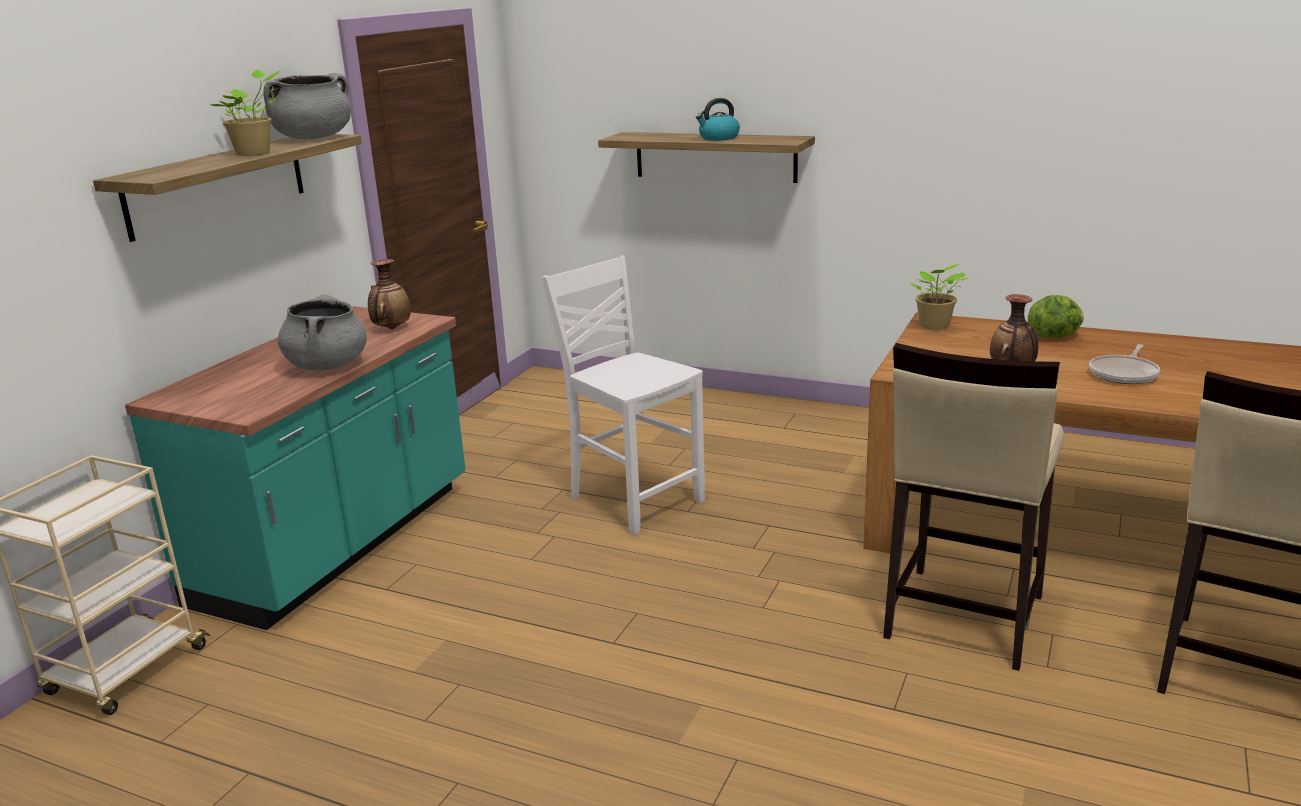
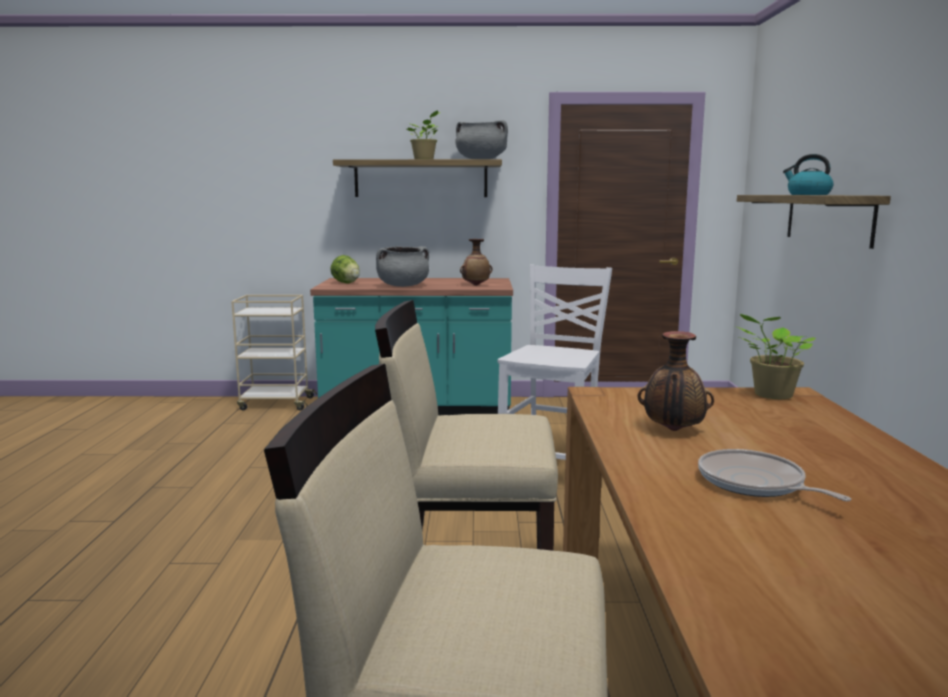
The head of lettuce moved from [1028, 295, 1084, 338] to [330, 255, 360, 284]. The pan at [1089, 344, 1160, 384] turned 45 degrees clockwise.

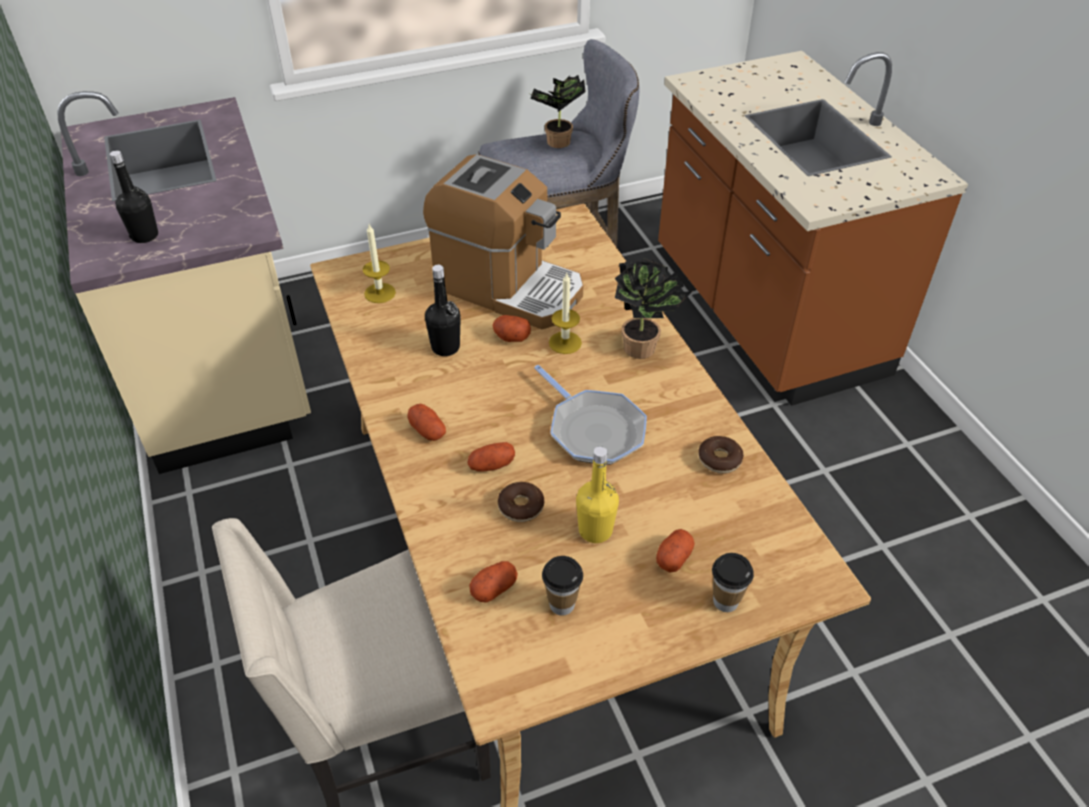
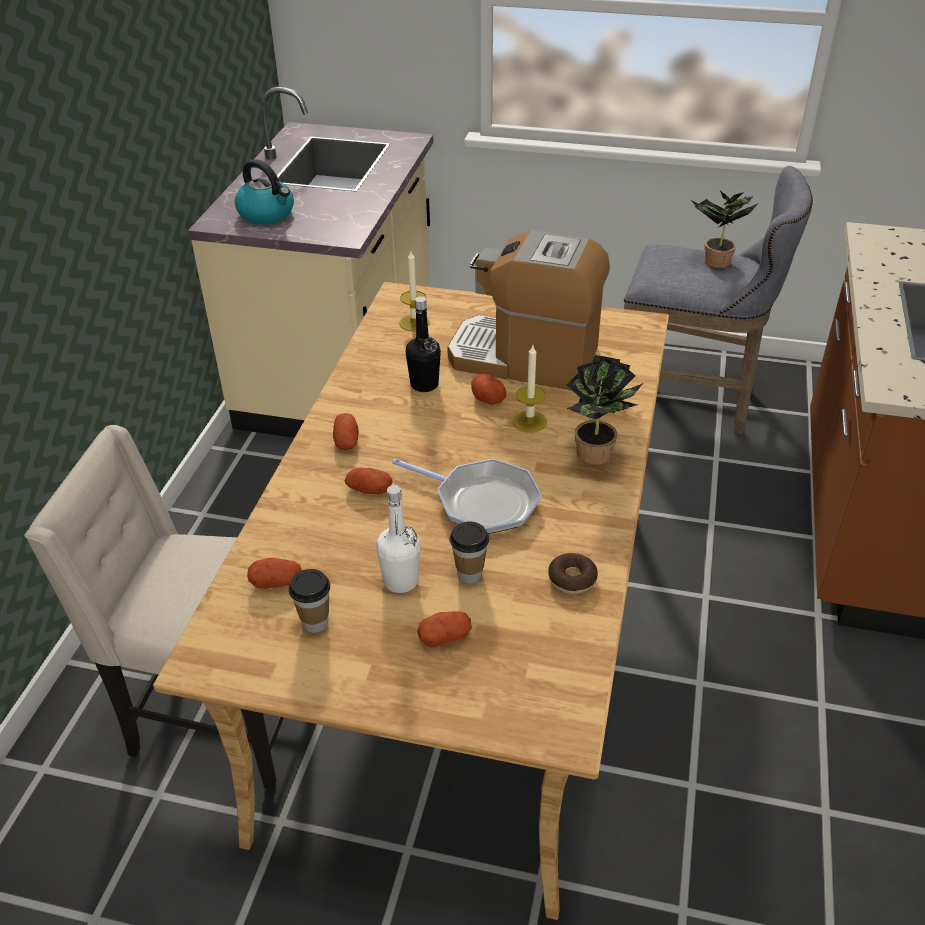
The bottle (blackish) at [110, 150, 158, 243] was replaced by the kettle at [235, 159, 294, 224]. The coffee machine at [423, 154, 583, 329] turned 135 degrees clockwise. The pan at [534, 365, 647, 465] turned 60 degrees counterclockwise. The bottle (yellow-coloured) at [576, 446, 619, 543] became the bottle (white-coloured) at [376, 485, 420, 593]. The ring doughnut at [498, 482, 545, 522] disappeared. The cup moved from [712, 553, 754, 612] to [450, 521, 489, 583].

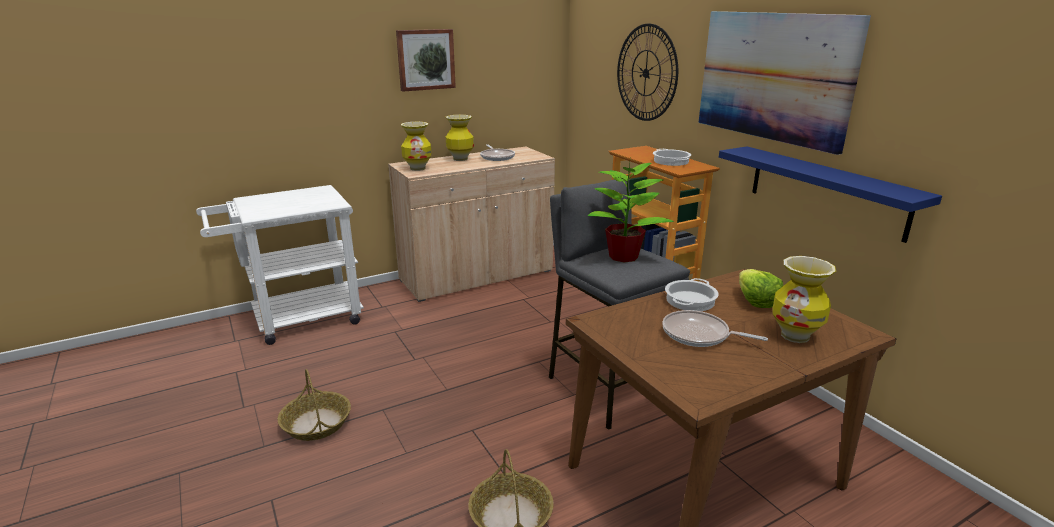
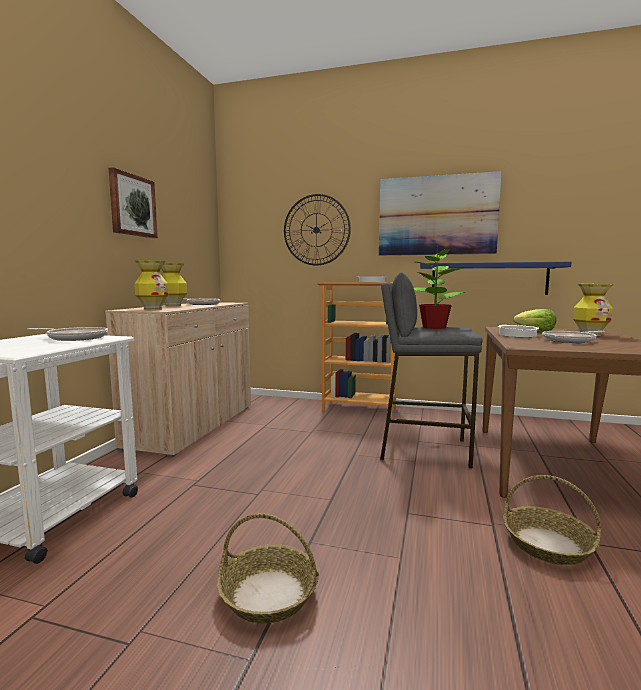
The pan at [27, 327, 108, 341] appeared.

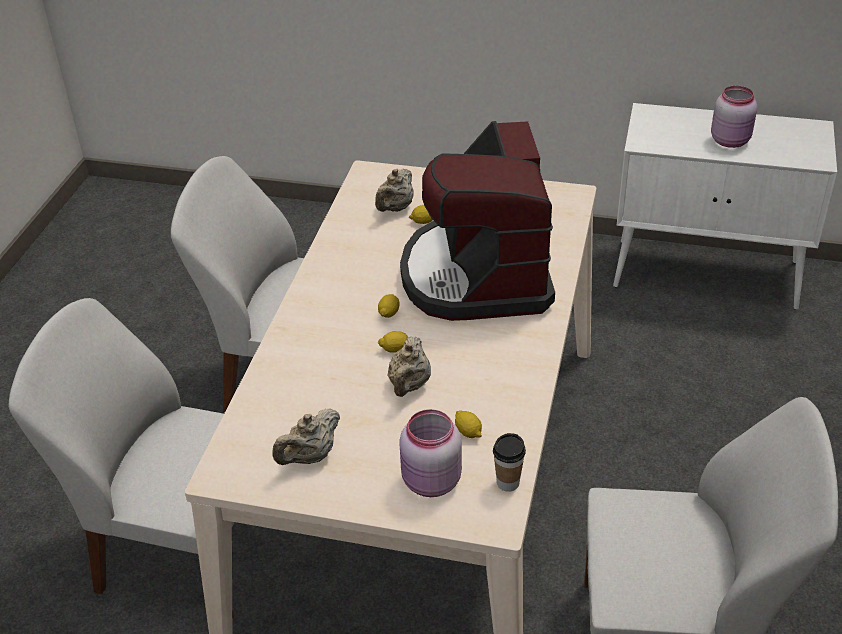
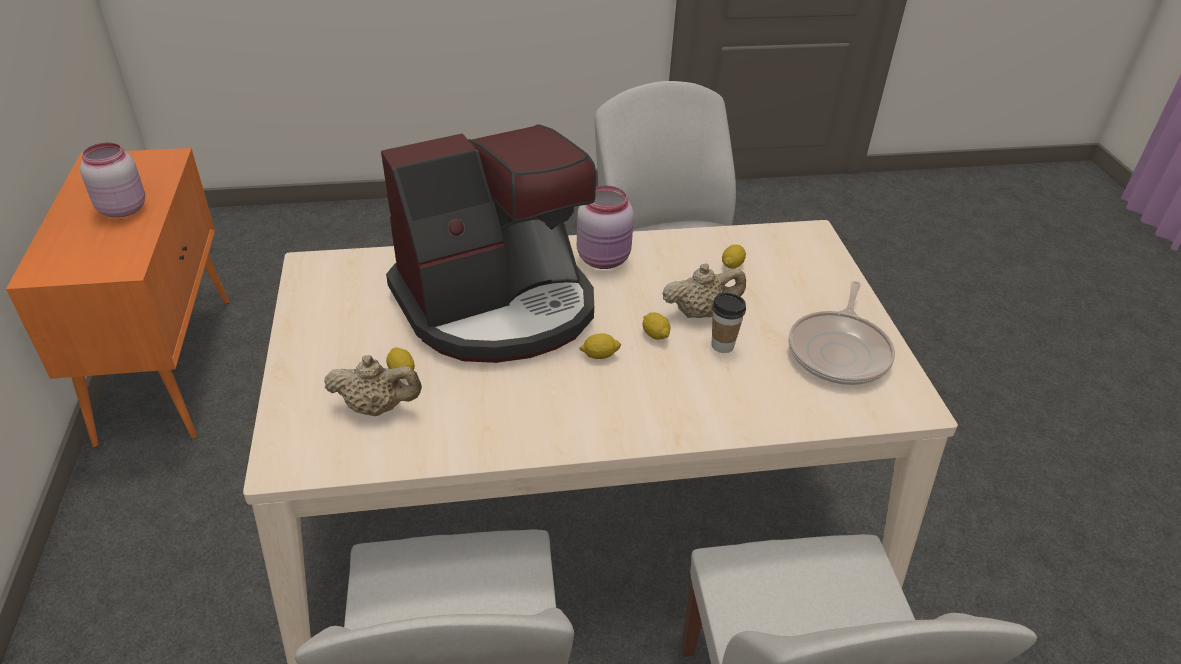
The cabinet (white-coloured) at [613, 103, 837, 310] became the cabinet (orange) at [6, 148, 229, 447]. The pot for tea (beige) at [272, 408, 340, 465] was replaced by the pan at [788, 281, 895, 385]. The preserve jar (pinkish) moved from [399, 409, 462, 497] to [577, 185, 634, 269]. The cup moved from [493, 433, 526, 492] to [712, 292, 746, 353].

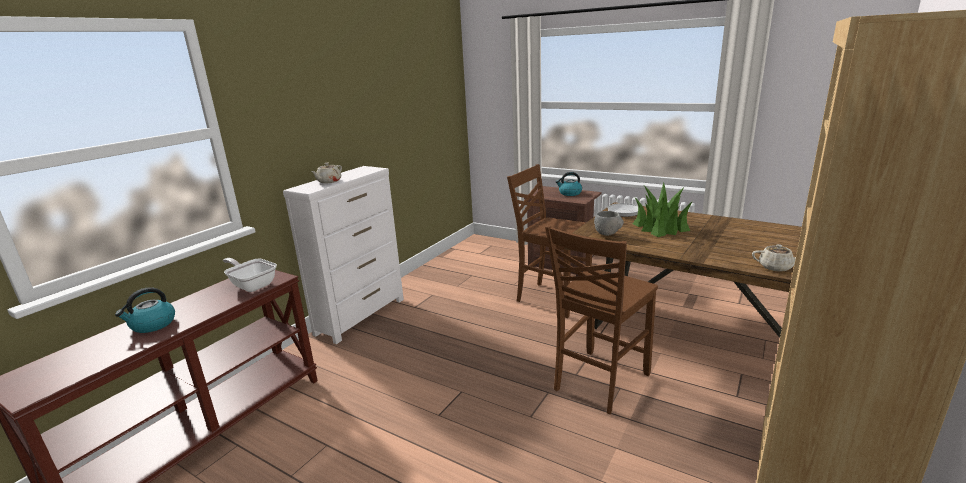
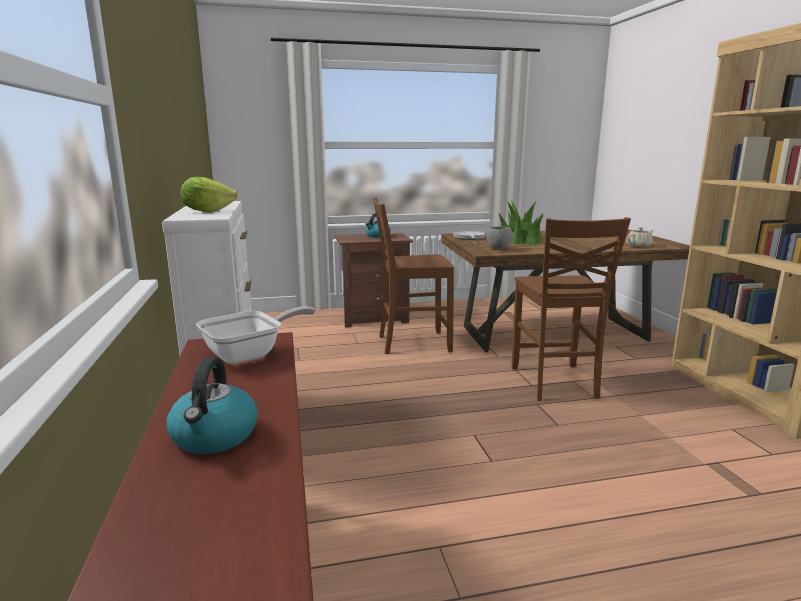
The pot for tea (beige) at [311, 163, 342, 183] was replaced by the head of lettuce at [180, 177, 238, 212]. The pan at [223, 258, 277, 292] turned 150 degrees clockwise.

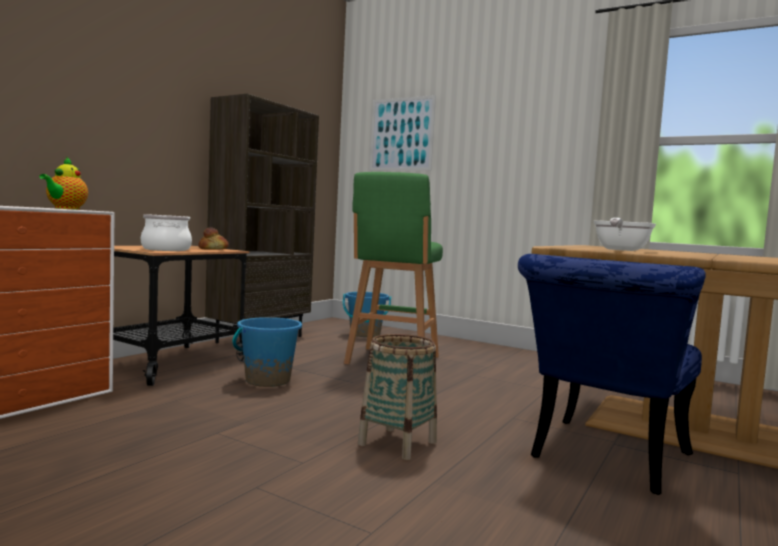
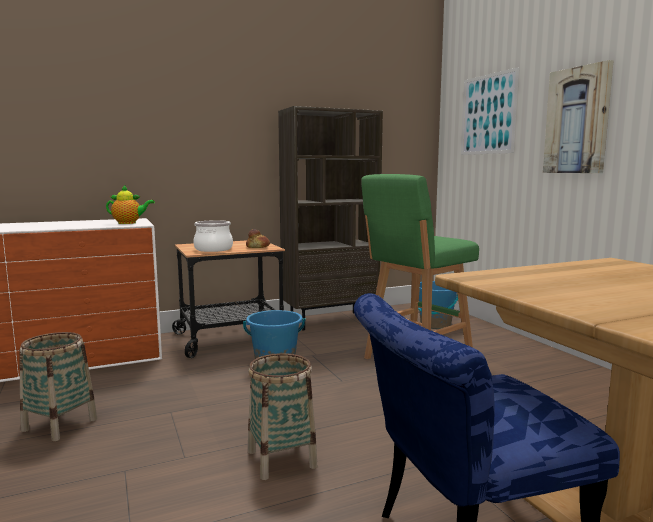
The pot for tea at [39, 156, 88, 210] turned 135 degrees counterclockwise. The pan at [594, 218, 656, 251] disappeared. The wall art at [543, 60, 613, 173] appeared. The storage basket at [19, 332, 97, 441] appeared.

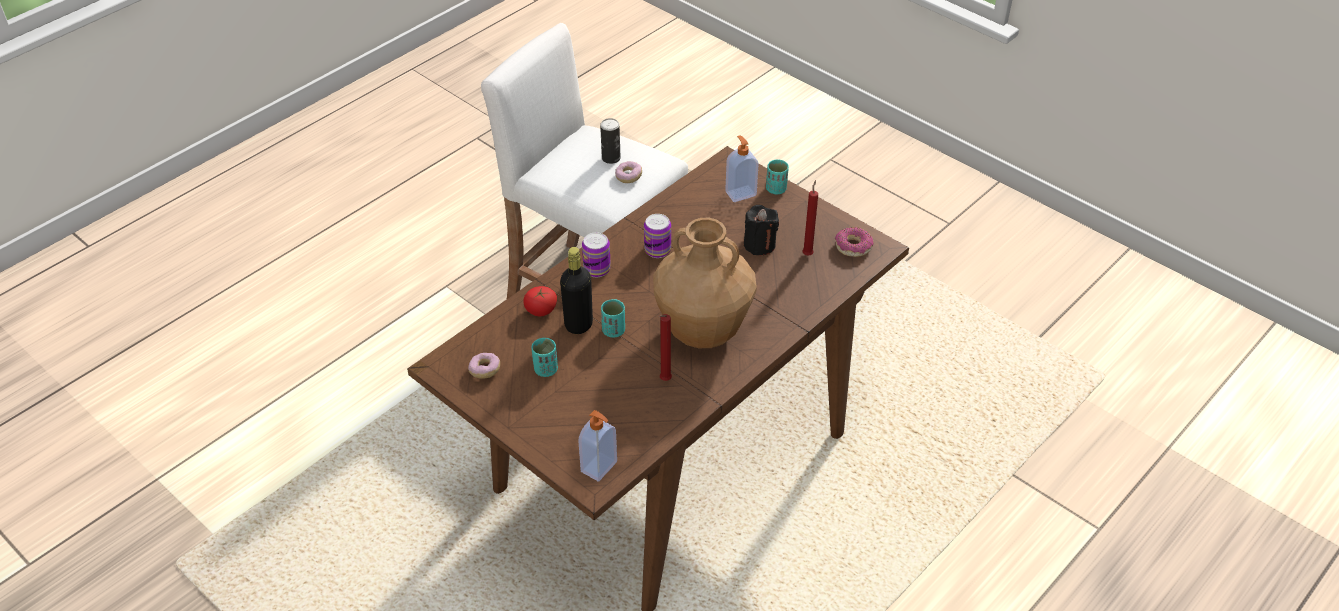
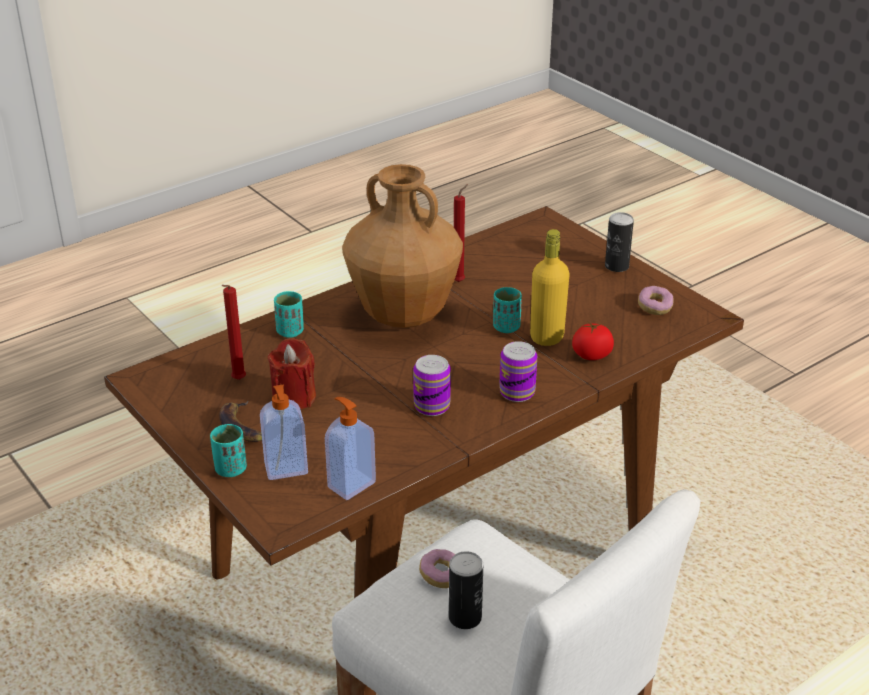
The candle (blackish) at [744, 205, 779, 255] became the candle (red-coloured) at [268, 338, 316, 410]. The ring doughnut at [835, 227, 874, 257] disappeared. The bottle (blackish) at [560, 247, 593, 334] became the bottle (yellow-coloured) at [530, 229, 569, 346]. The cup (blue-green) moved from [531, 338, 558, 377] to [274, 291, 304, 338]. The soap bottle moved from [578, 410, 617, 482] to [325, 397, 376, 500]. The metal can at [605, 212, 634, 272] appeared. The banana at [219, 401, 262, 442] appeared.

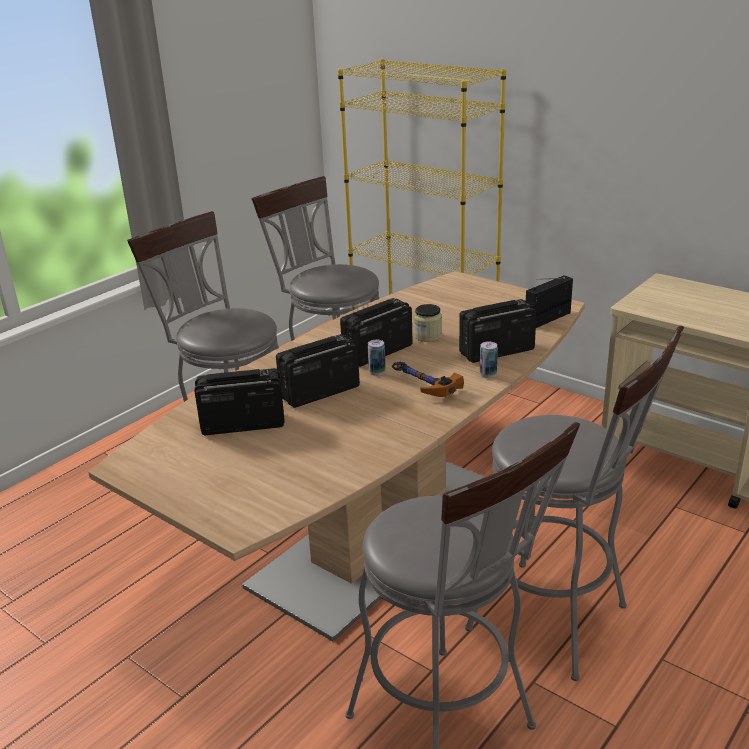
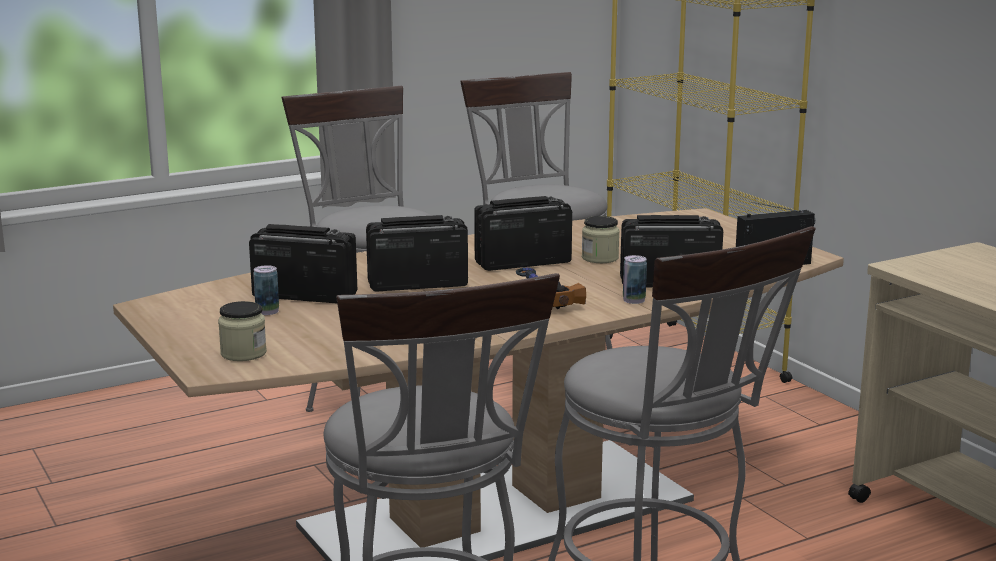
The metal can moved from [368, 340, 386, 376] to [253, 265, 279, 315]. The preserve jar at [218, 301, 267, 361] appeared.

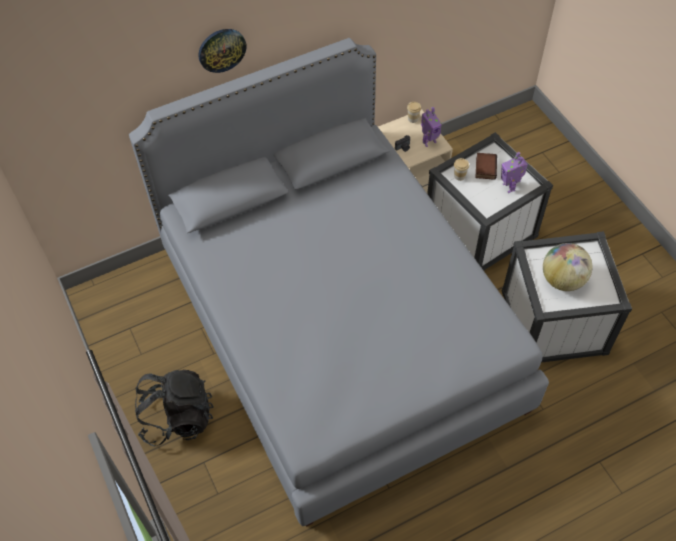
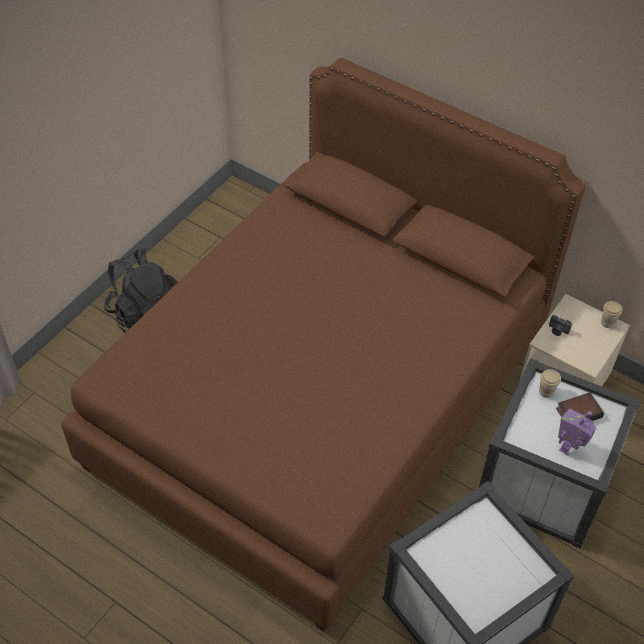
The wall clock at [198, 29, 246, 73] disappeared. The bed (greyish) at [129, 38, 549, 527] became the bed (brownish) at [61, 58, 585, 632]. The robot figure at [421, 107, 442, 147] disappeared. The globe at [543, 243, 593, 291] disappeared.

